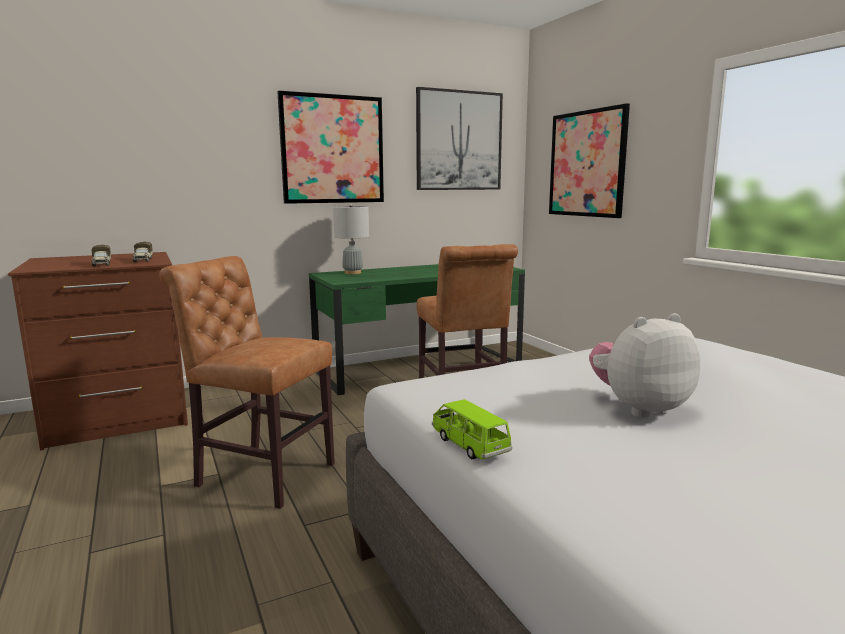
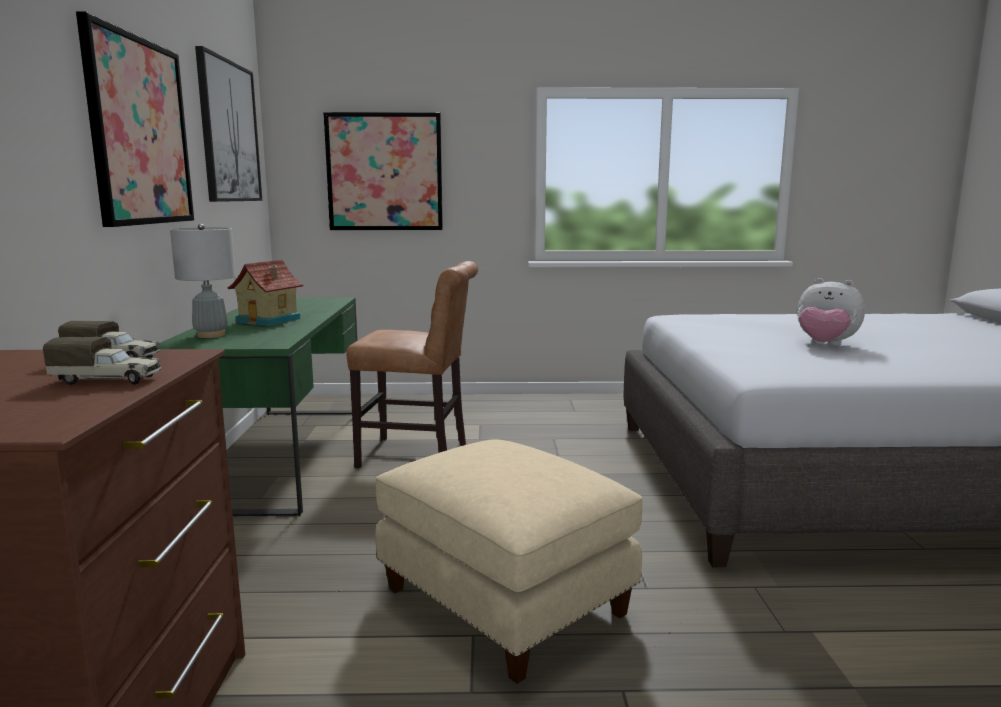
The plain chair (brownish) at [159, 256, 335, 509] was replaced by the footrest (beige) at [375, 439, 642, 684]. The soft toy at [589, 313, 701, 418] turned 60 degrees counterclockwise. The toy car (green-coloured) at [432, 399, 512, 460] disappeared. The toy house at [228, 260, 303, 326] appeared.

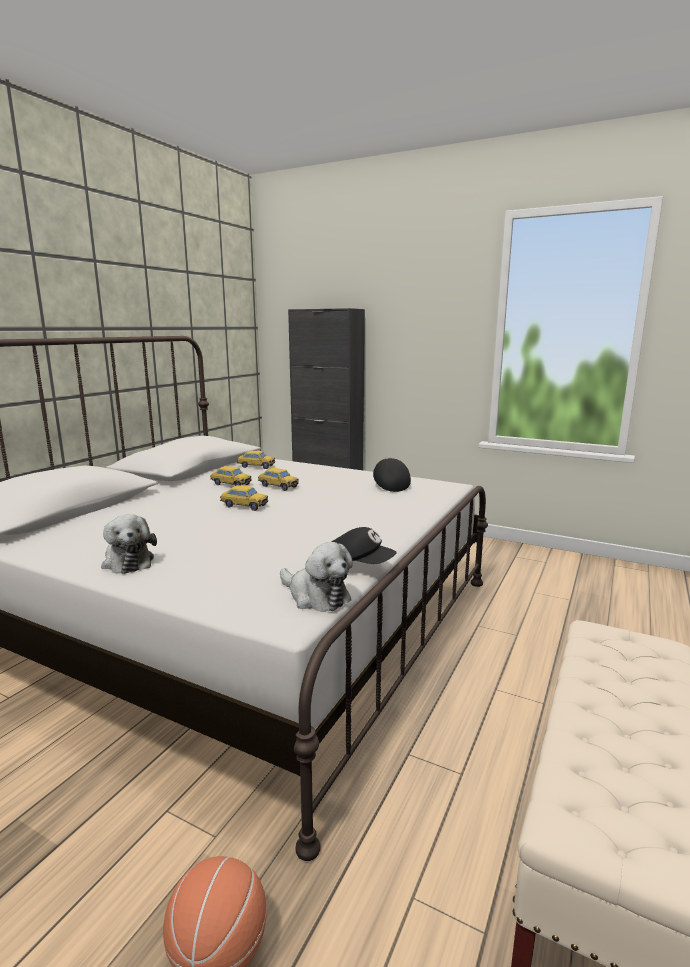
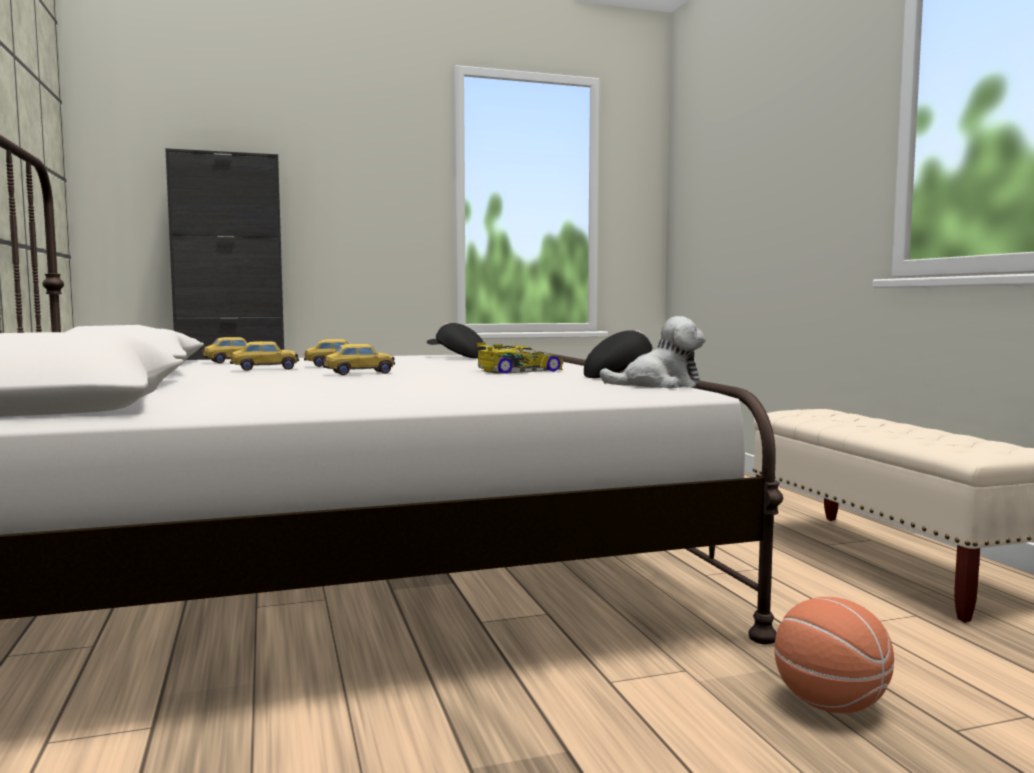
The soft toy at [101, 514, 157, 574] disappeared. The toy car at [477, 342, 563, 374] appeared.

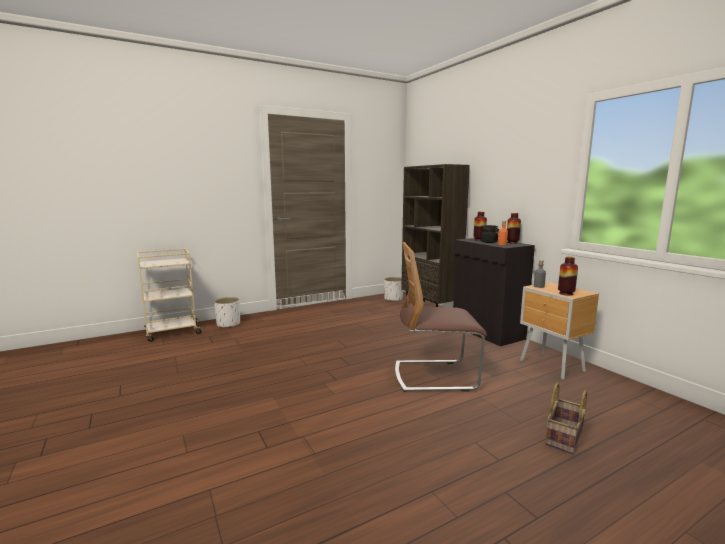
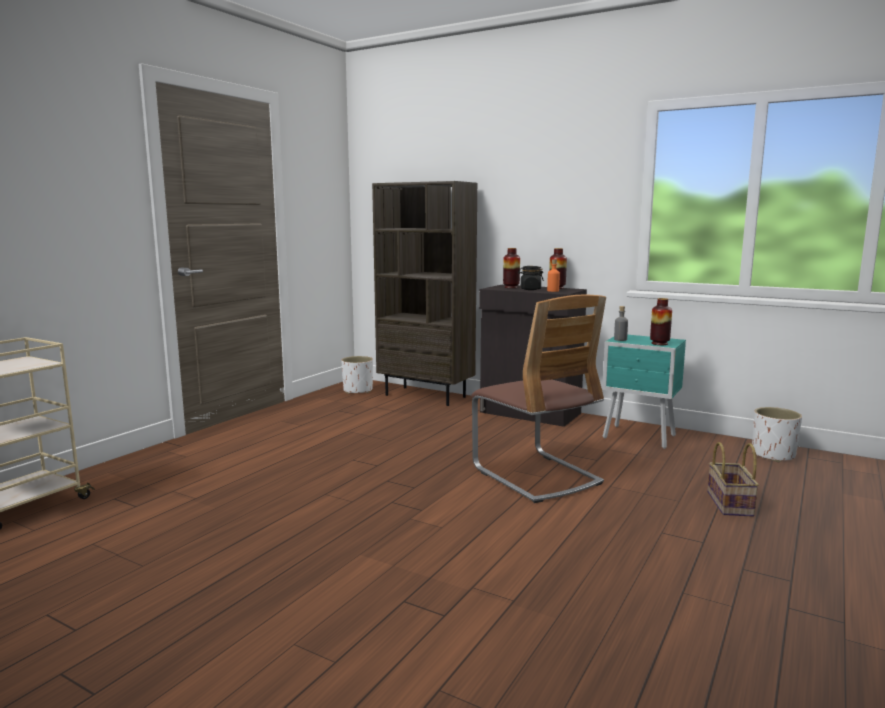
The plain chair at [395, 242, 487, 392] turned 90 degrees counterclockwise. The nightstand (brownish) at [520, 282, 599, 380] became the nightstand (blue-green) at [602, 335, 686, 449]. The planter (white-coloured) moved from [214, 297, 240, 327] to [752, 407, 802, 462].

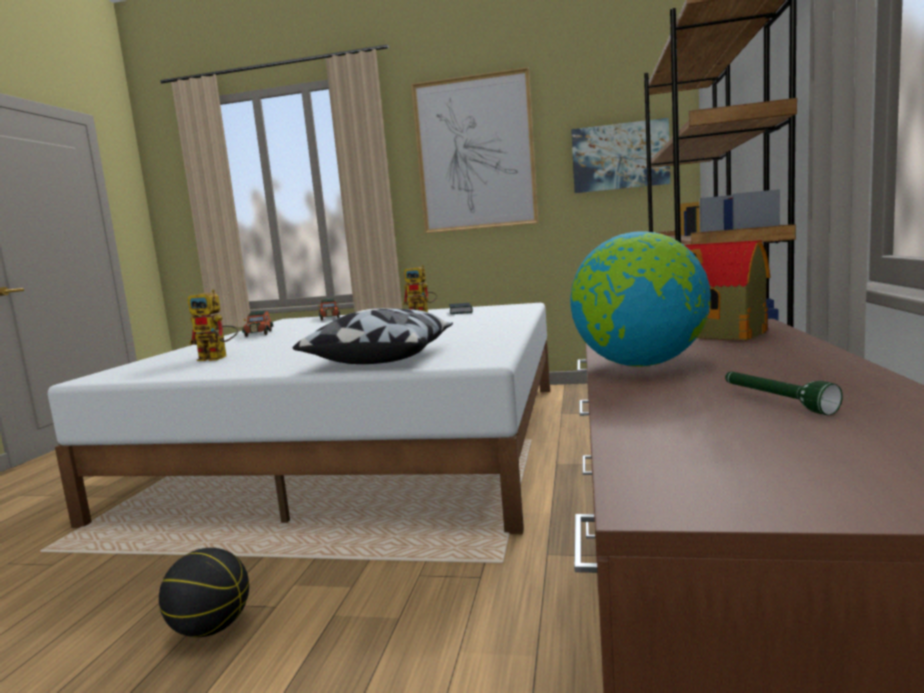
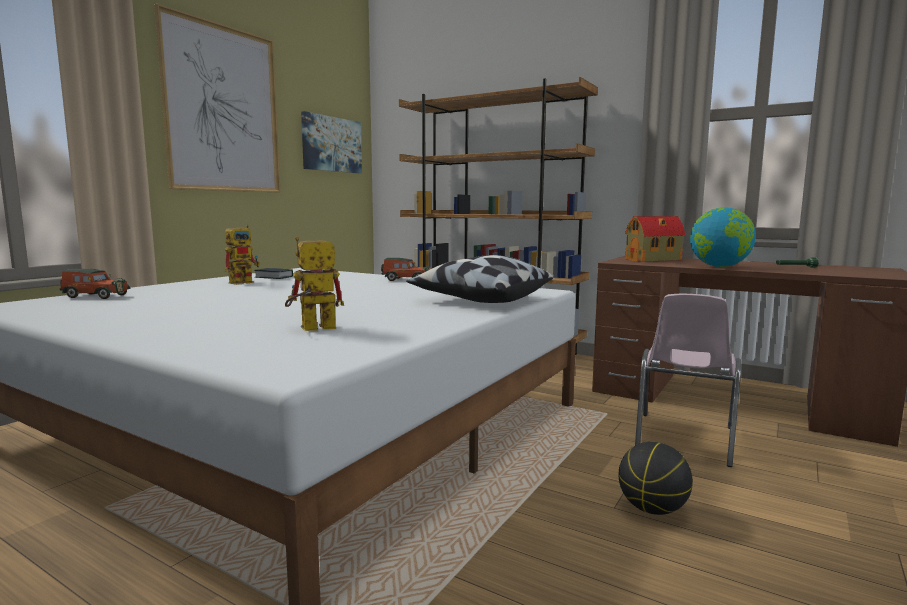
The robot figure at [188, 289, 239, 361] turned 150 degrees counterclockwise. The toy car moved from [242, 311, 273, 337] to [381, 258, 430, 281]. The plain chair (pinkish) at [635, 294, 741, 467] appeared.

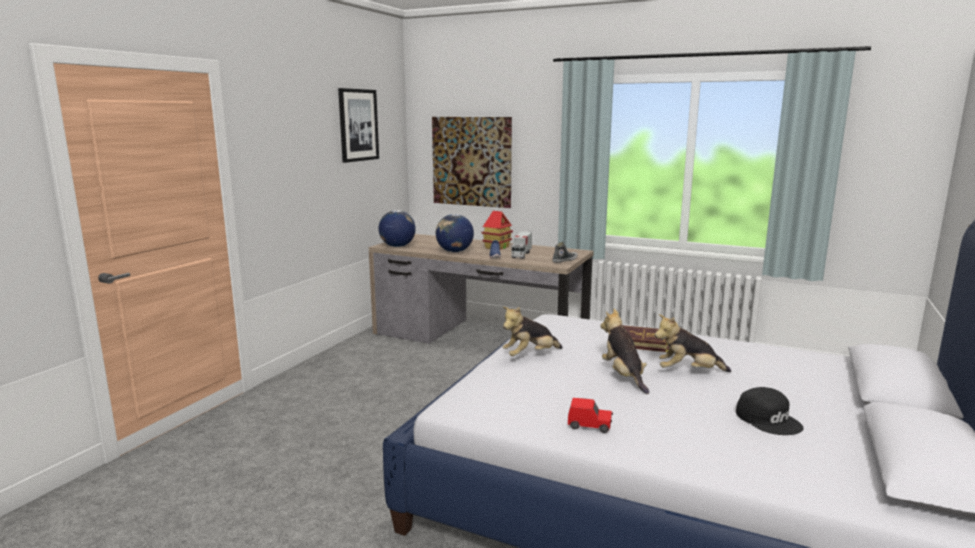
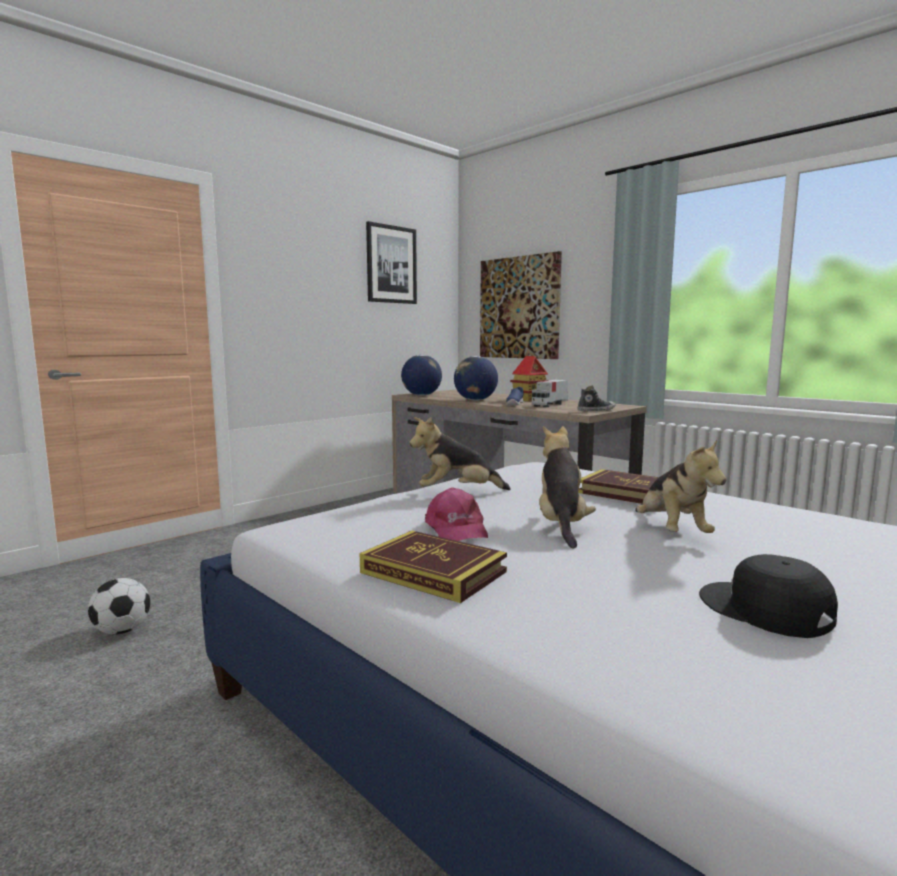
The soft toy at [655, 314, 731, 372] turned 120 degrees counterclockwise. The baseball cap (blackish) at [736, 387, 804, 435] turned 150 degrees clockwise. The toy car (red-coloured) at [568, 398, 613, 433] was replaced by the bound book at [360, 531, 507, 603]. The baseball cap (pinkish) at [425, 487, 488, 541] appeared. The football ball at [88, 578, 150, 634] appeared.

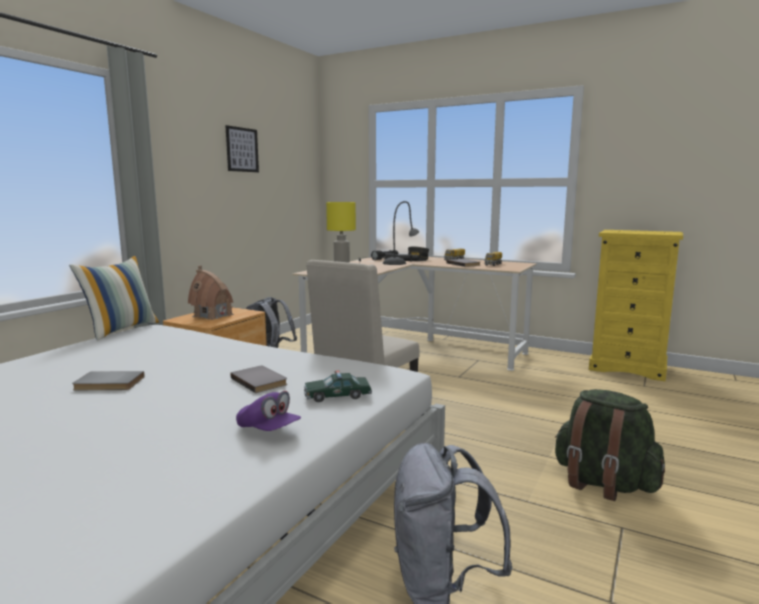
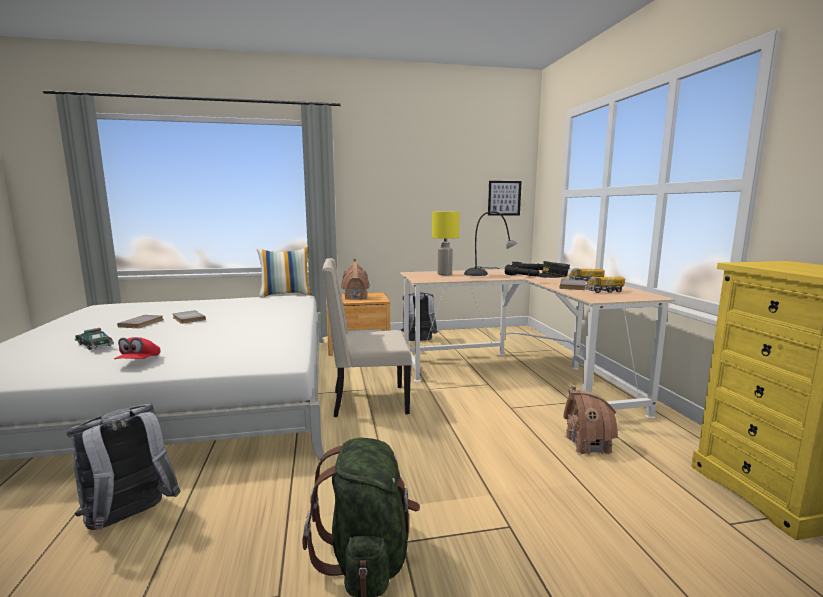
The wall art moved from [225, 125, 259, 172] to [488, 181, 522, 216]. The bound book (greyish) moved from [230, 366, 287, 393] to [117, 315, 164, 328]. The toy car moved from [304, 370, 372, 402] to [75, 328, 114, 350]. The baseball cap (purple-coloured) at [236, 391, 301, 431] became the baseball cap (red-coloured) at [114, 337, 160, 359]. The toy house at [563, 385, 618, 455] appeared.

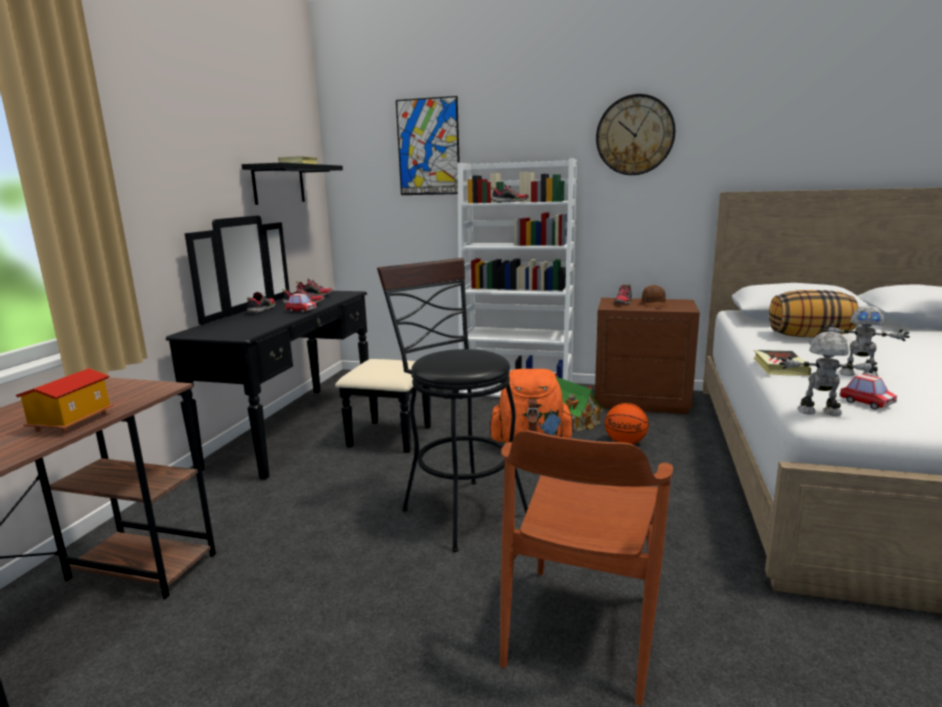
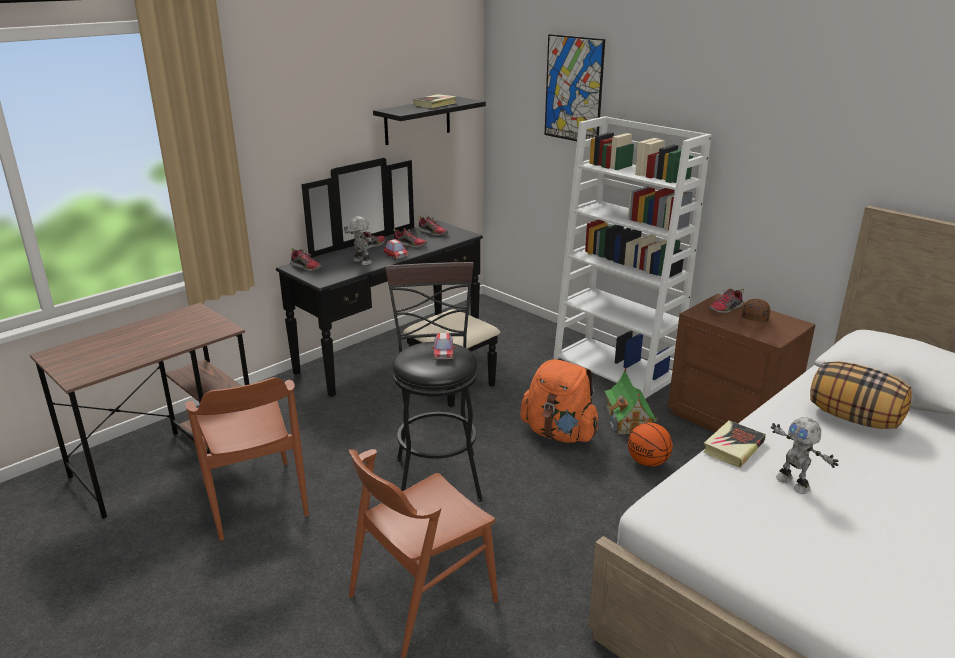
The wall clock at [596, 94, 675, 175] disappeared. The shoe moved from [491, 184, 529, 202] to [290, 248, 322, 271]. The robot figure moved from [779, 332, 878, 416] to [344, 216, 374, 265]. The toy house at [16, 368, 114, 434] disappeared. The toy car moved from [839, 374, 897, 410] to [431, 333, 456, 360]. The plain chair (brownish) at [186, 377, 309, 541] appeared.

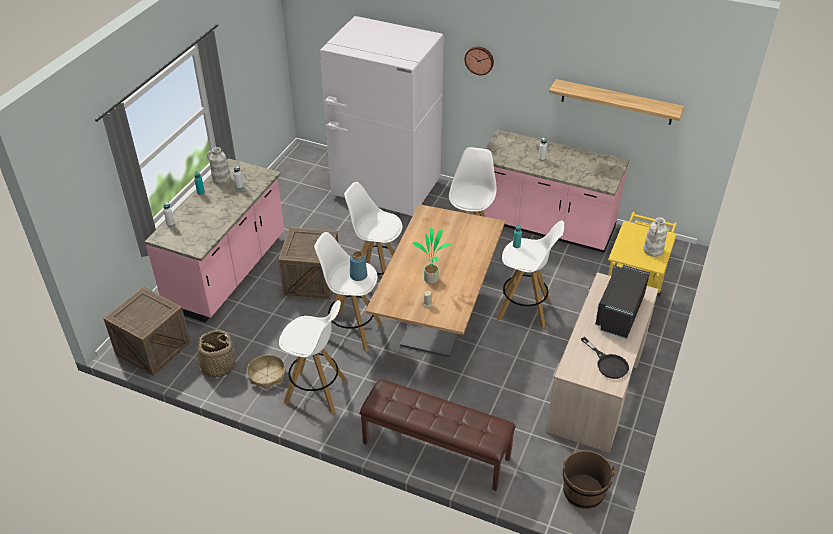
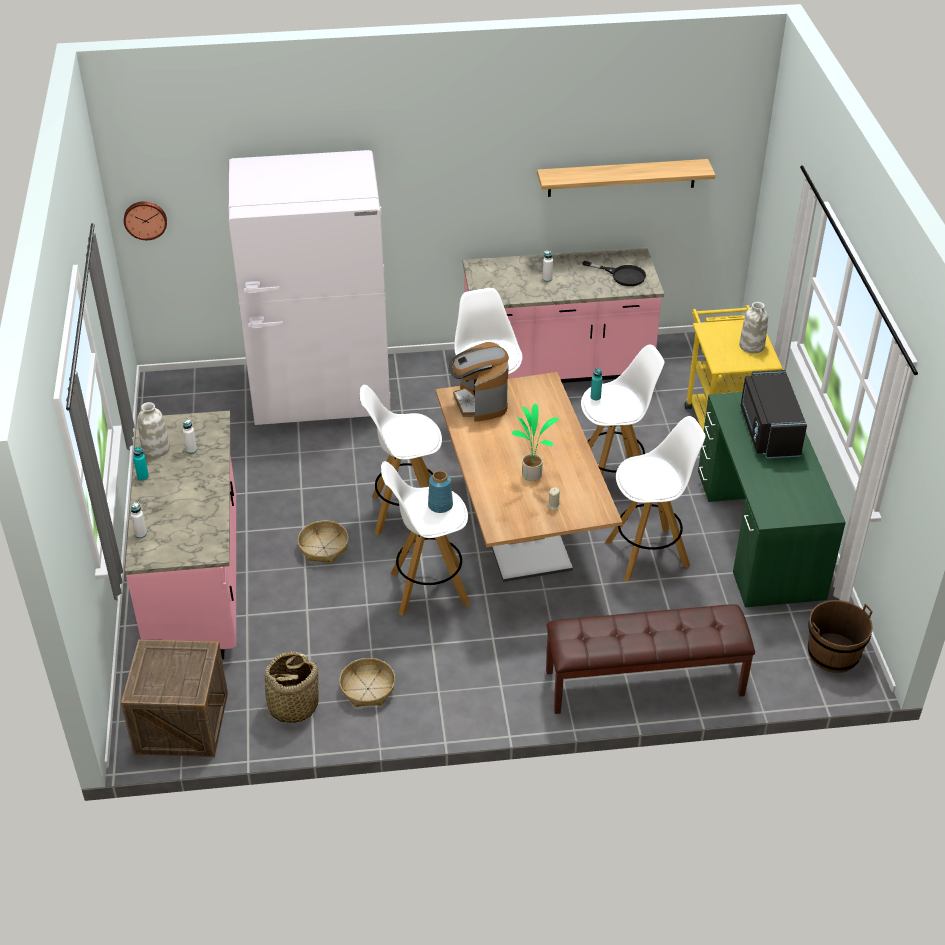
The wall clock moved from [465, 46, 494, 75] to [124, 201, 167, 240]. The packing crate at [278, 227, 338, 300] was replaced by the storage basket at [298, 521, 349, 563]. The desk unit (beige) at [546, 272, 658, 453] became the desk unit (green-coloured) at [698, 392, 846, 607]. The stool (white-coloured) moved from [279, 300, 348, 413] to [605, 416, 706, 581]. The pan (blackish) moved from [581, 337, 629, 379] to [582, 261, 646, 286]. The coffee machine at [449, 342, 509, 422] appeared.

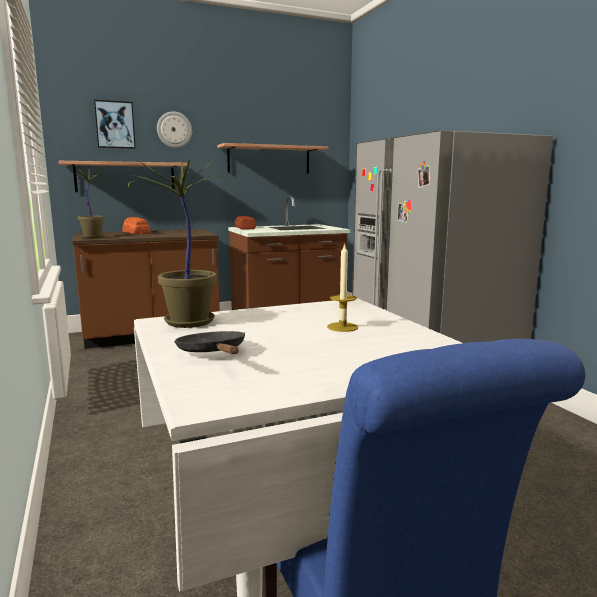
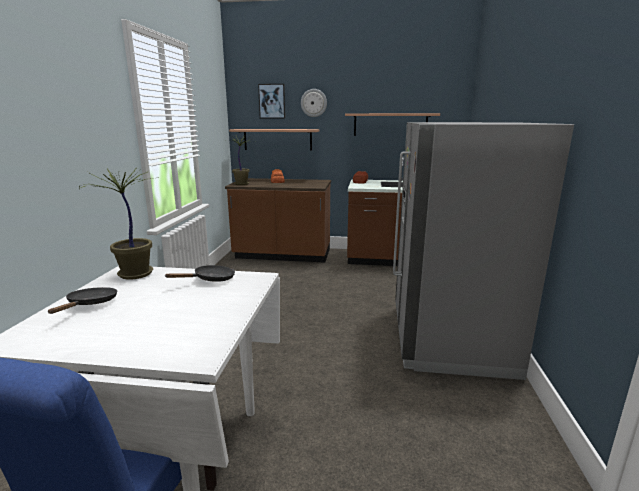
The candle at [327, 243, 358, 332] disappeared. The pan (blackish) at [164, 265, 235, 282] appeared.

